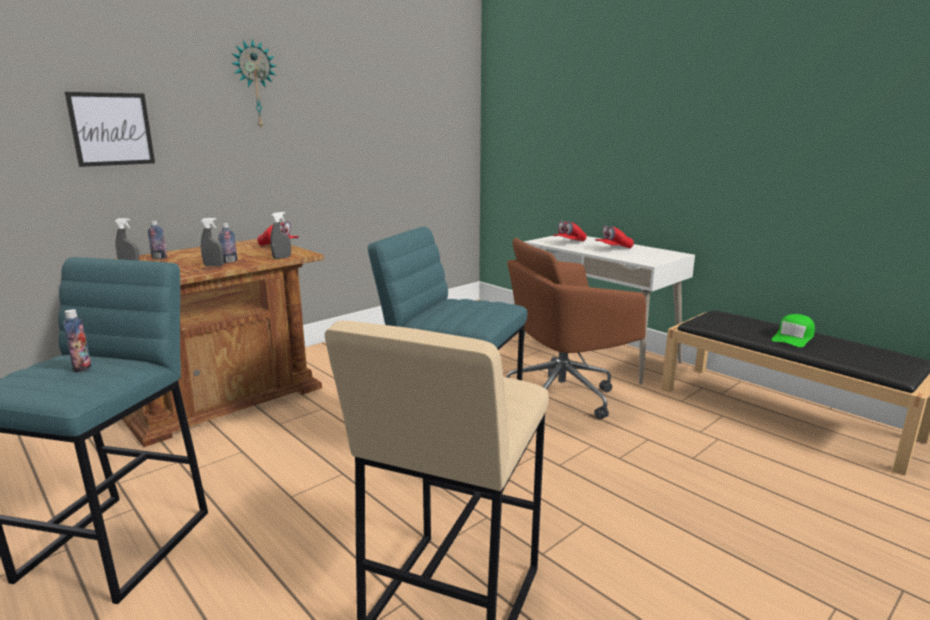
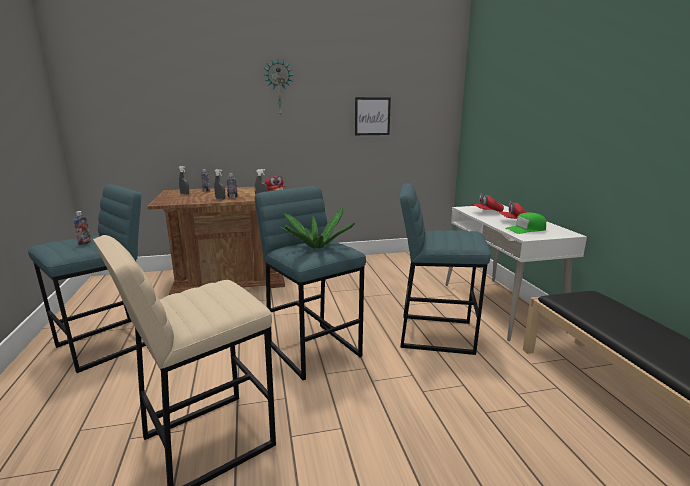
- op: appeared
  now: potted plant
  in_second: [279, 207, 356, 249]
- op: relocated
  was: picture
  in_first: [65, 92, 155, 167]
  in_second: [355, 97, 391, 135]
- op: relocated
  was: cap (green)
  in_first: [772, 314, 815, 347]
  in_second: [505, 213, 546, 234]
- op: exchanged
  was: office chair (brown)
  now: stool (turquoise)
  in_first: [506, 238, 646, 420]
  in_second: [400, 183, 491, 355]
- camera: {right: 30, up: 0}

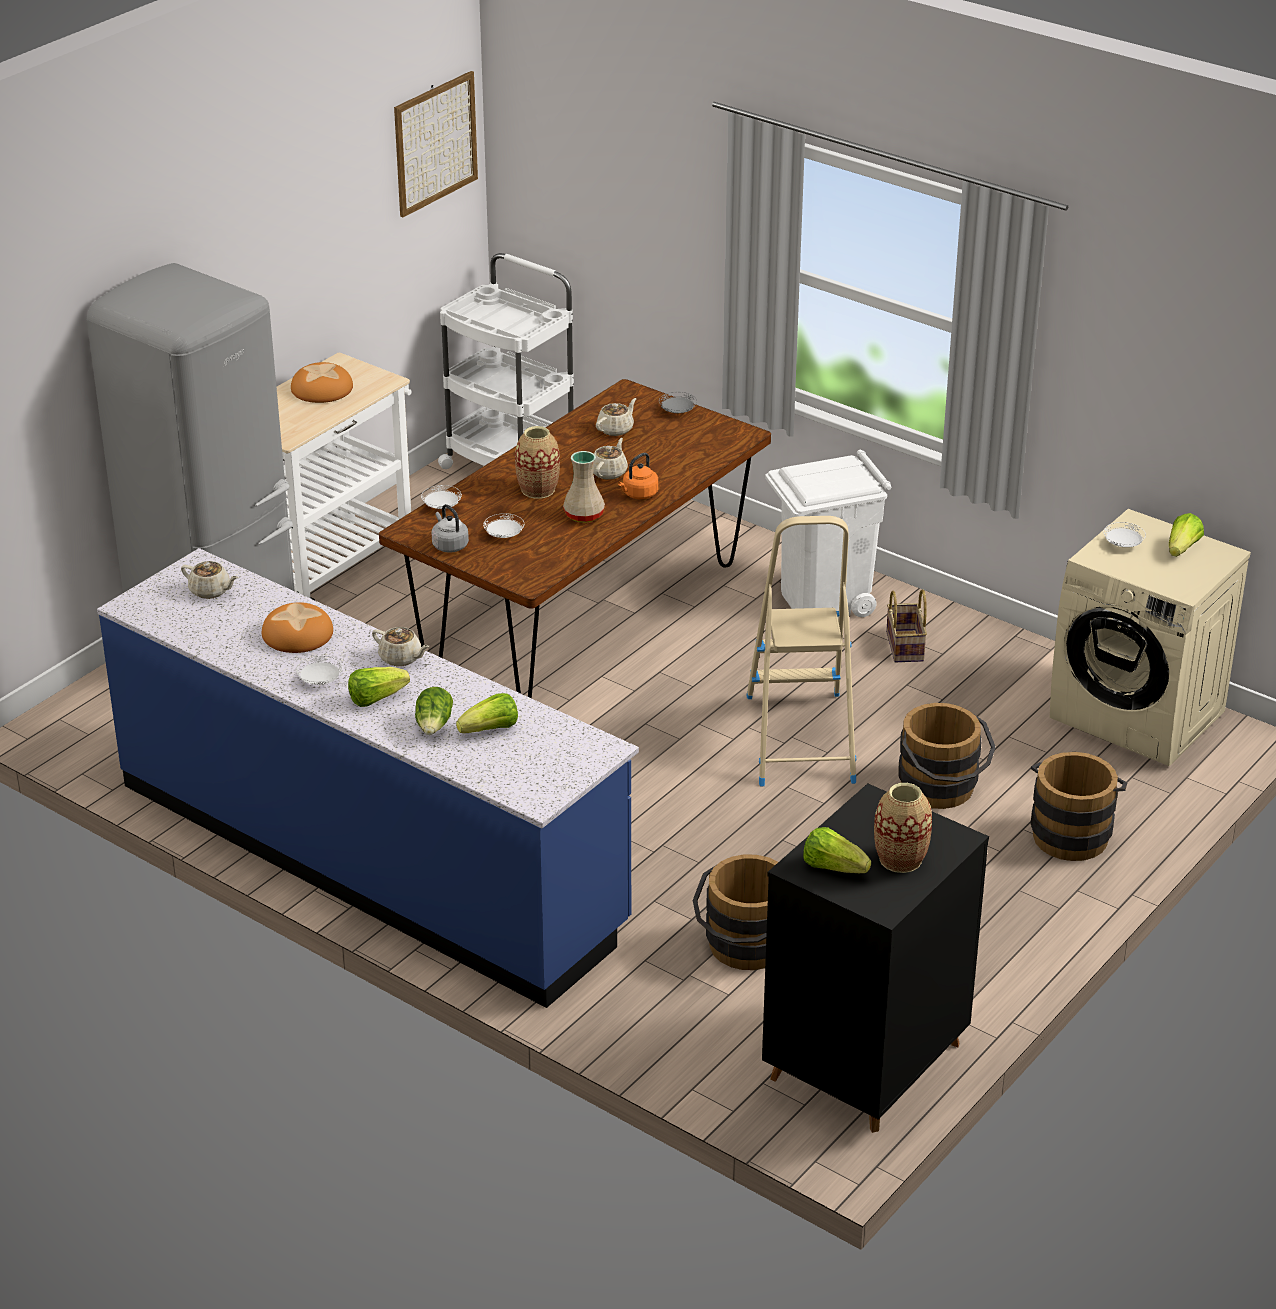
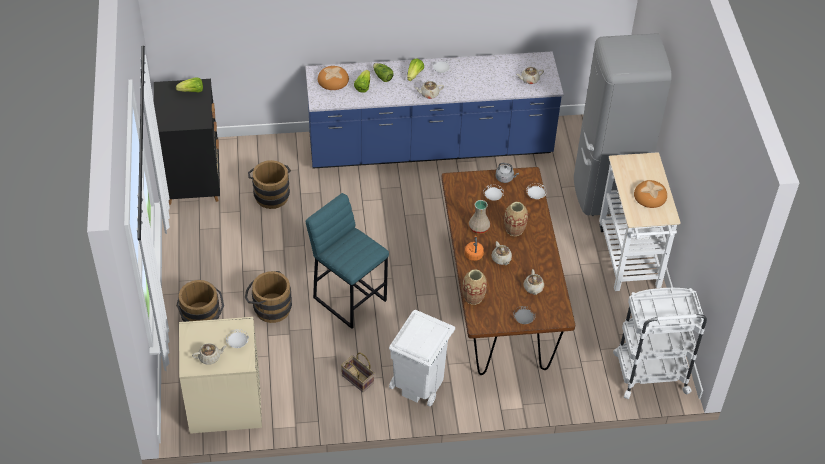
- op: missing
  was: picture
  in_first: [394, 71, 478, 218]
- op: relocated
  was: bread
  in_first: [262, 602, 333, 653]
  in_second: [318, 66, 349, 90]
- op: relocated
  was: vase
  in_first: [874, 783, 932, 873]
  in_second: [462, 269, 487, 305]
- op: exchanged
  was: step ladder (beige)
  now: stool (turquoise)
  in_first: [746, 516, 856, 786]
  in_second: [306, 193, 389, 329]
- op: exchanged
  was: lettuce
  now: teapot (beige)
  in_first: [1169, 513, 1204, 557]
  in_second: [192, 343, 227, 365]
- camera: {right: 135, up: 15}

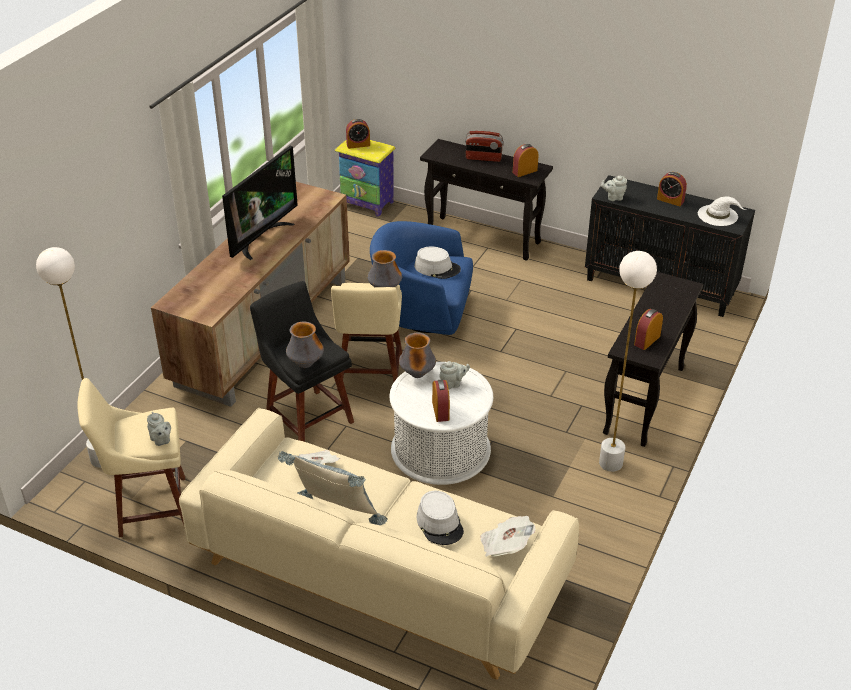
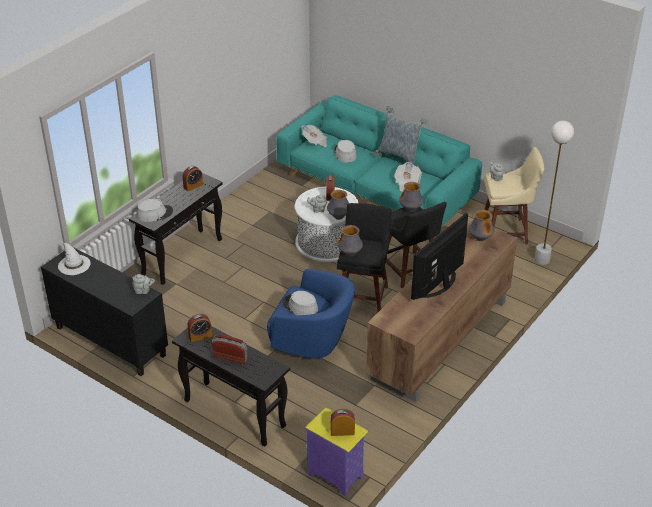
- op: missing
  was: floor lamp (white)
  in_first: [599, 251, 657, 472]
- op: missing
  was: alarm clock
  in_first: [657, 172, 687, 206]
- op: appeared
  now: hat (grey)
  in_second: [137, 199, 173, 222]
- op: appeared
  now: vase
  in_second: [469, 210, 495, 241]
- op: colour
  was: sofa (beige)
  now: sofa (turquoise)
  in_first: [179, 408, 579, 680]
  in_second: [276, 95, 482, 228]
- op: colour
  was: stool (beige)
  now: stool (black)
  in_first: [331, 283, 403, 391]
  in_second: [337, 203, 392, 312]
- camera: {right: -170, up: 0}

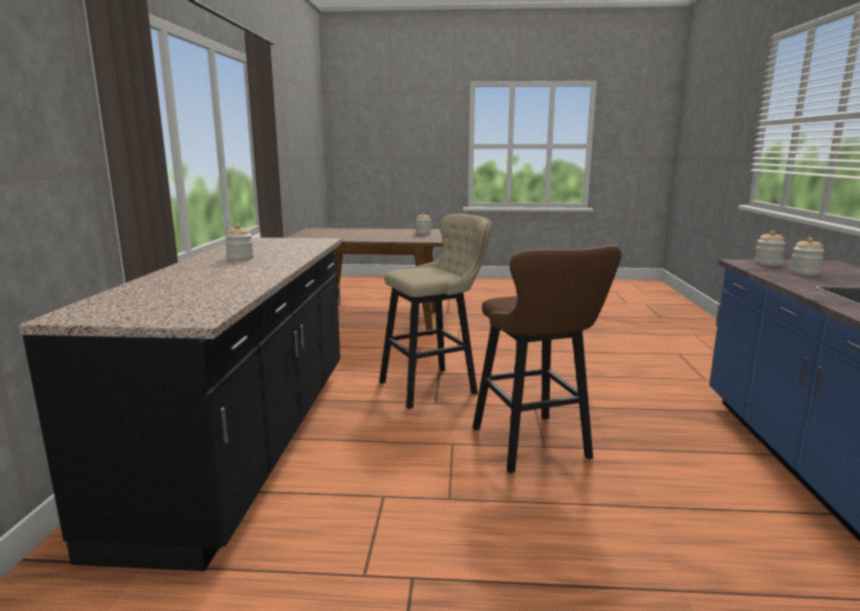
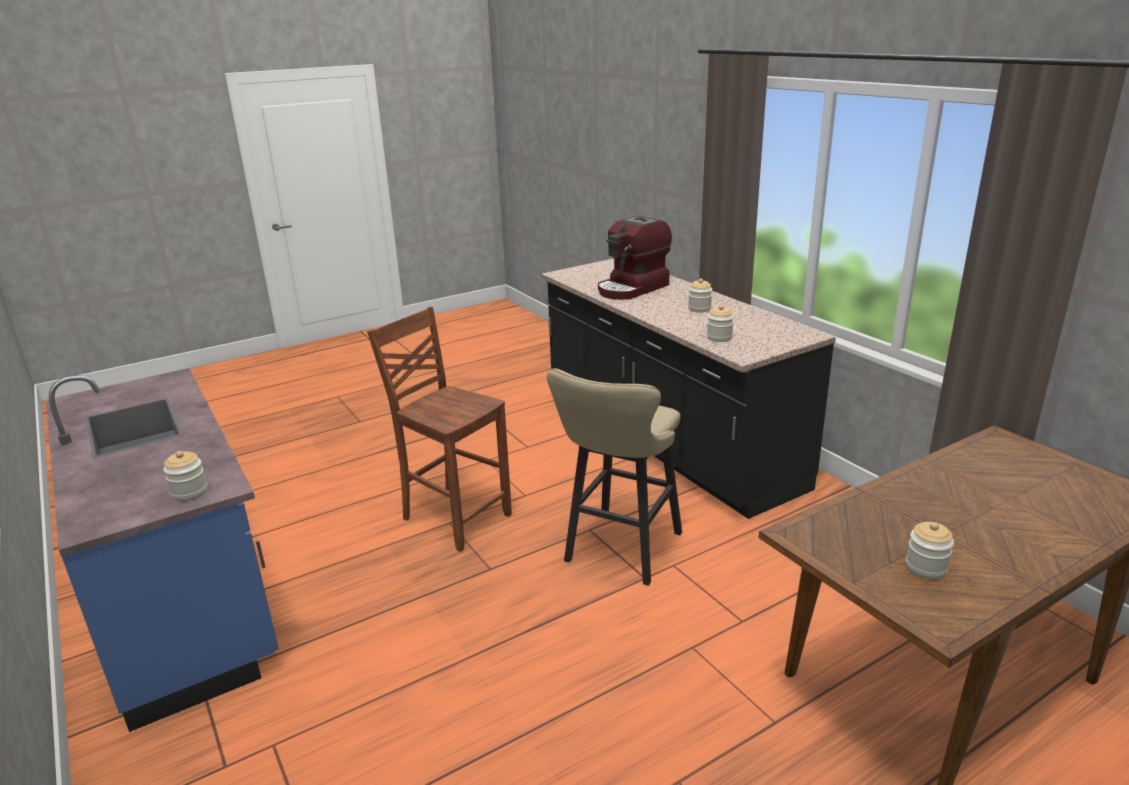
- op: appeared
  now: coffee machine
  in_second: [598, 216, 672, 300]
- op: relocated
  was: jar
  in_first: [790, 237, 824, 275]
  in_second: [707, 305, 734, 342]
- op: exchanged
  was: stool (brown)
  now: chair (brown)
  in_first: [472, 245, 621, 473]
  in_second: [367, 307, 512, 552]
- camera: {right: 145, up: 10}

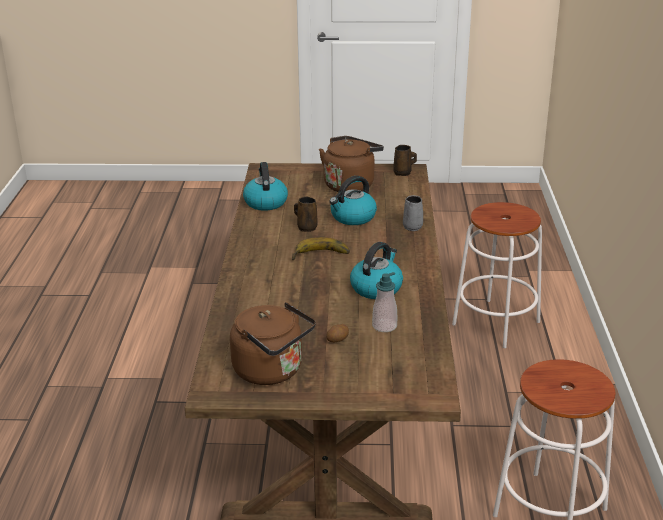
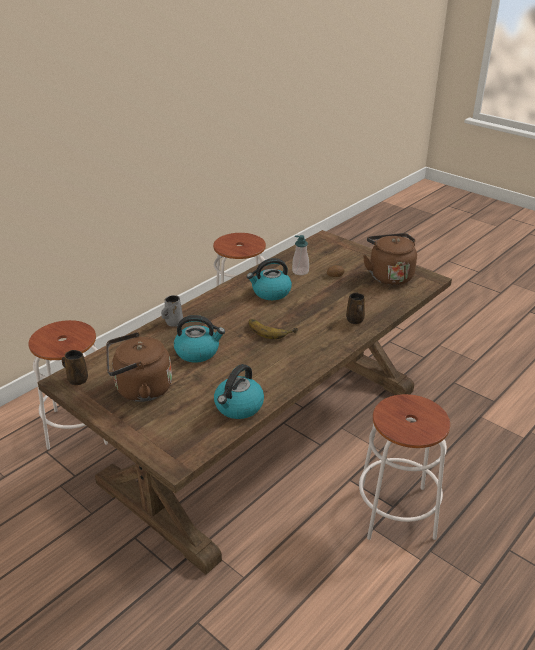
- op: appeared
  now: stool (white)
  in_second: [359, 394, 450, 540]
- op: relocated
  was: mug (brown)
  in_first: [294, 196, 318, 232]
  in_second: [346, 293, 365, 324]
- camera: {right: -140, up: 5}

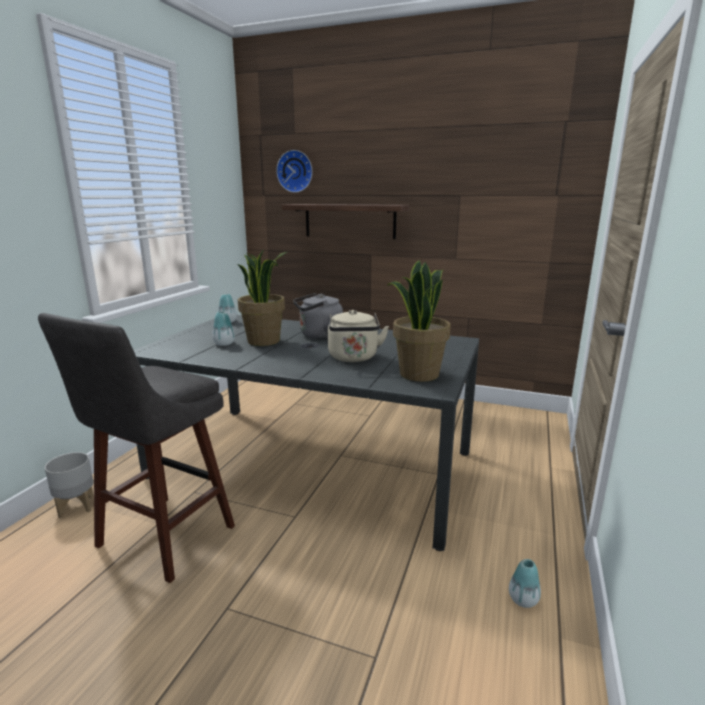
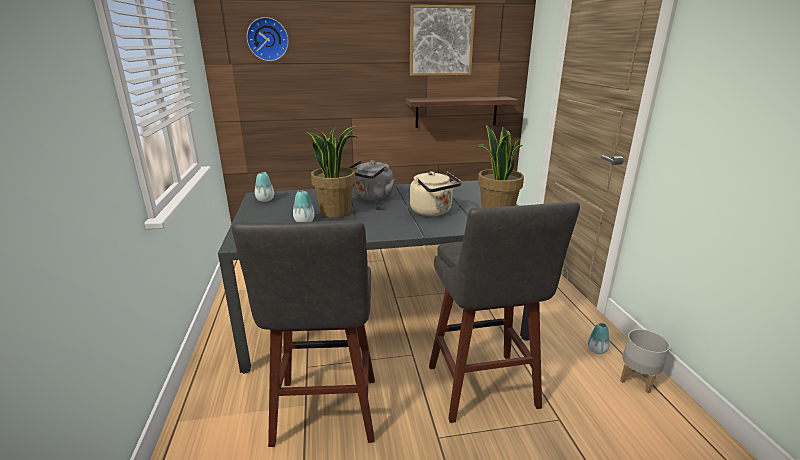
- op: appeared
  now: picture
  in_second: [410, 5, 475, 76]
- op: appeared
  now: stool (grey)
  in_second: [429, 201, 580, 423]
- op: relocated
  was: planter (grey)
  in_first: [45, 452, 94, 518]
  in_second: [620, 329, 670, 393]
- op: relocated
  was: shelf
  in_first: [282, 204, 409, 239]
  in_second: [405, 96, 518, 128]
- camera: {right: -30, up: 5}

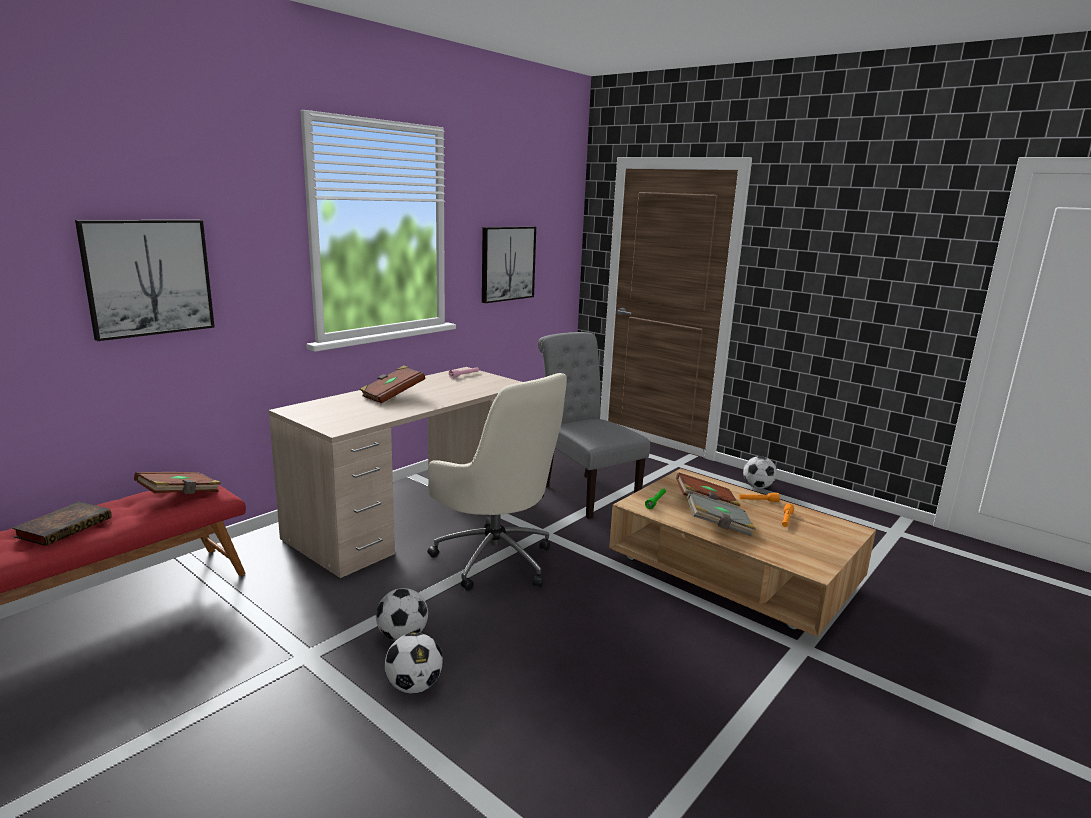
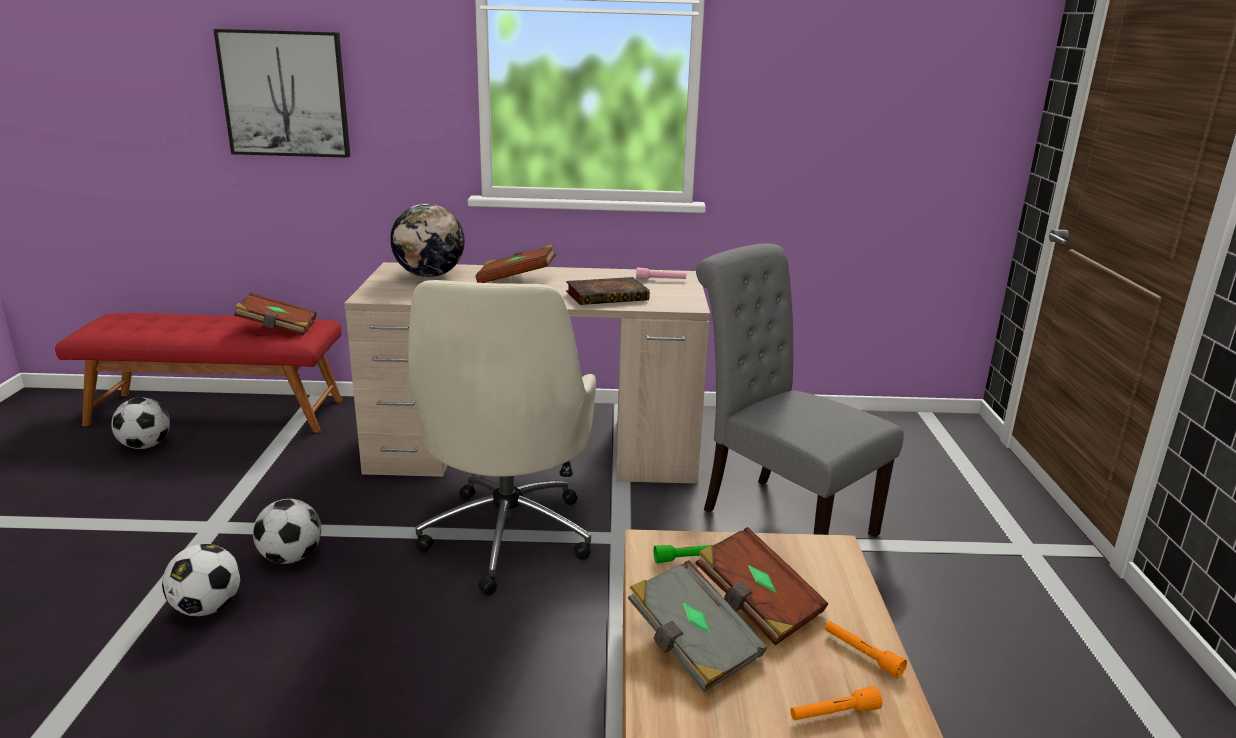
- op: missing
  was: picture
  in_first: [482, 227, 536, 303]
- op: appeared
  now: globe
  in_second: [390, 204, 465, 277]
- op: relocated
  was: book
  in_first: [12, 502, 112, 546]
  in_second: [566, 277, 650, 305]
- op: relocated
  was: football
  in_first: [743, 456, 777, 489]
  in_second: [111, 397, 170, 449]
- op: spun
  was: chair (grey)
  in_first: [538, 332, 650, 519]
  in_second: [696, 244, 904, 537]
  clockwise: -60
- camera: {right: 50, up: 5}

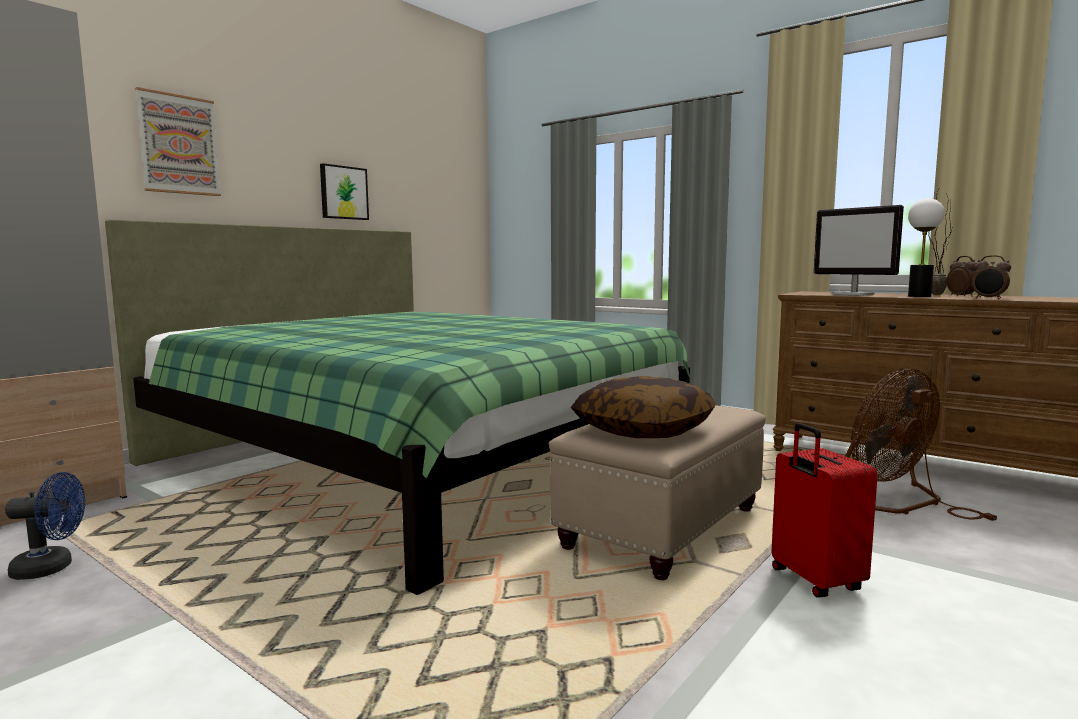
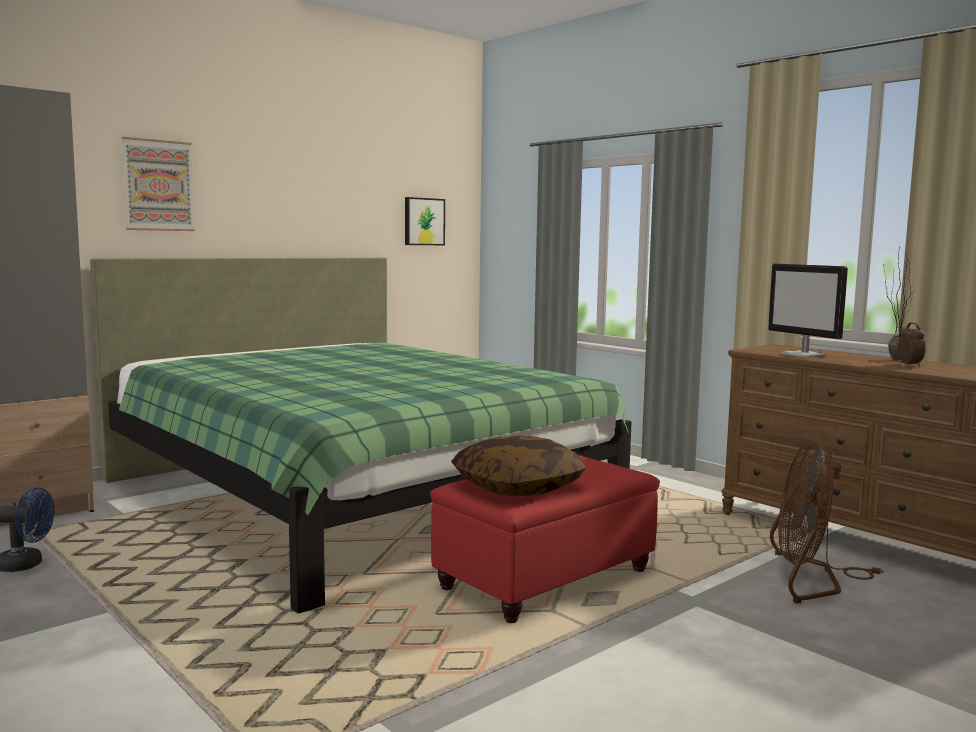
- op: missing
  was: suitcase (red)
  in_first: [771, 423, 878, 598]
- op: missing
  was: table lamp
  in_first: [908, 198, 944, 297]
- op: missing
  was: alarm clock
  in_first: [972, 255, 1011, 299]
- op: relocated
  was: picture
  in_first: [320, 163, 369, 220]
  in_second: [405, 197, 445, 245]
- op: colour
  was: ottoman (beige)
  now: ottoman (red)
  in_first: [549, 405, 766, 580]
  in_second: [430, 455, 660, 623]
- op: spun
  was: fan (brown)
  in_first: [845, 369, 998, 521]
  in_second: [770, 442, 884, 604]
  clockwise: -60
- camera: {right: 10, up: 0}

